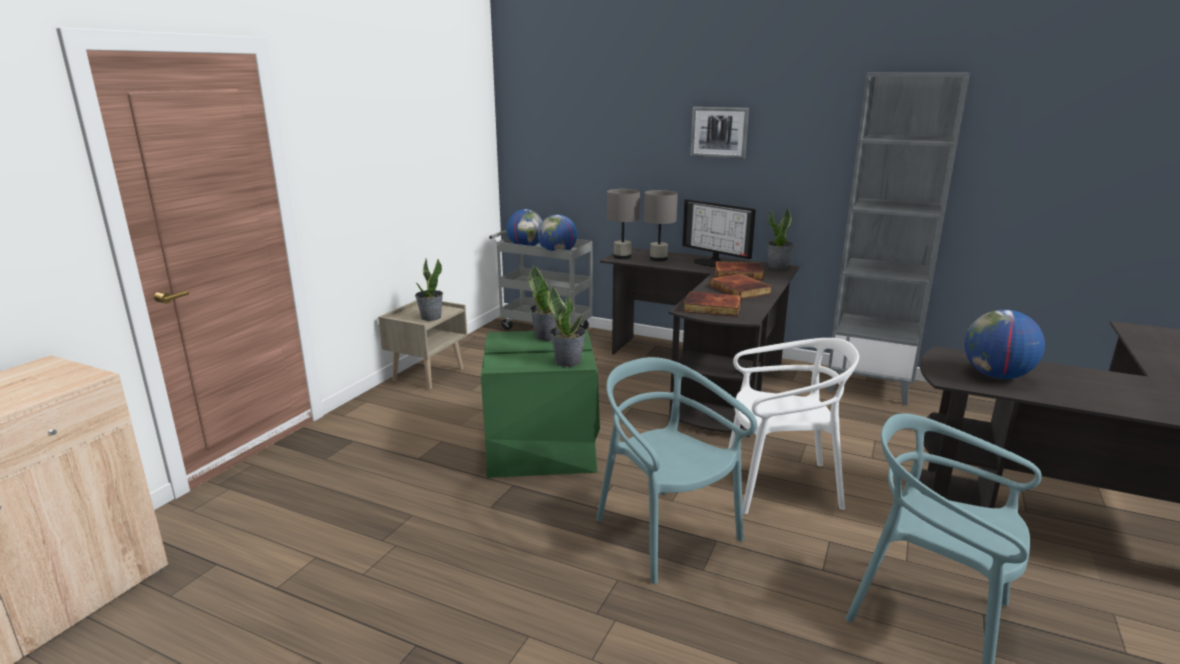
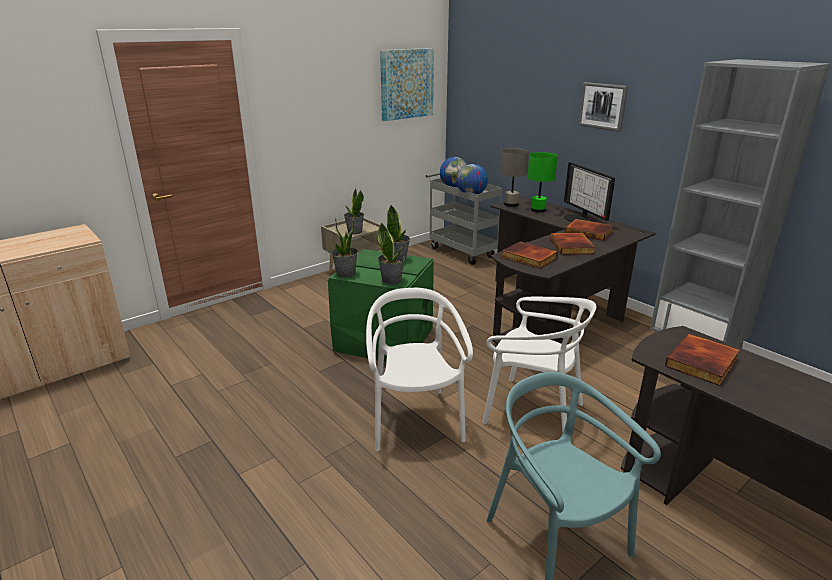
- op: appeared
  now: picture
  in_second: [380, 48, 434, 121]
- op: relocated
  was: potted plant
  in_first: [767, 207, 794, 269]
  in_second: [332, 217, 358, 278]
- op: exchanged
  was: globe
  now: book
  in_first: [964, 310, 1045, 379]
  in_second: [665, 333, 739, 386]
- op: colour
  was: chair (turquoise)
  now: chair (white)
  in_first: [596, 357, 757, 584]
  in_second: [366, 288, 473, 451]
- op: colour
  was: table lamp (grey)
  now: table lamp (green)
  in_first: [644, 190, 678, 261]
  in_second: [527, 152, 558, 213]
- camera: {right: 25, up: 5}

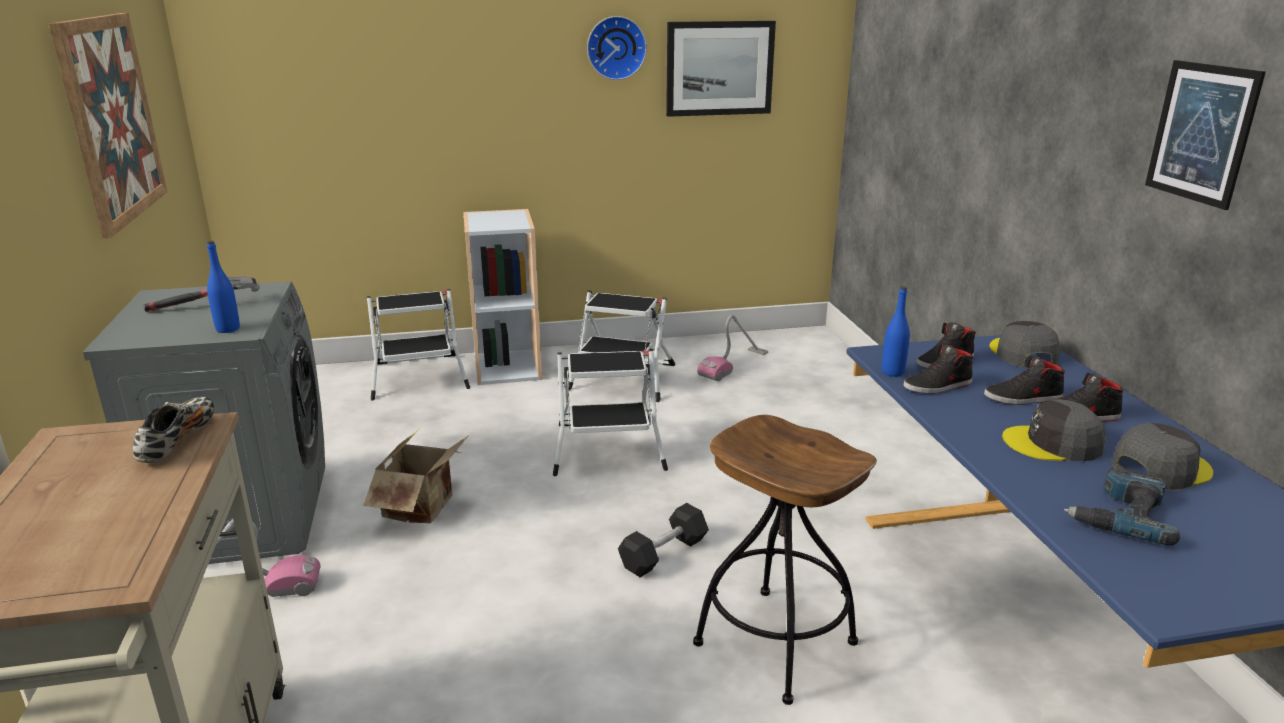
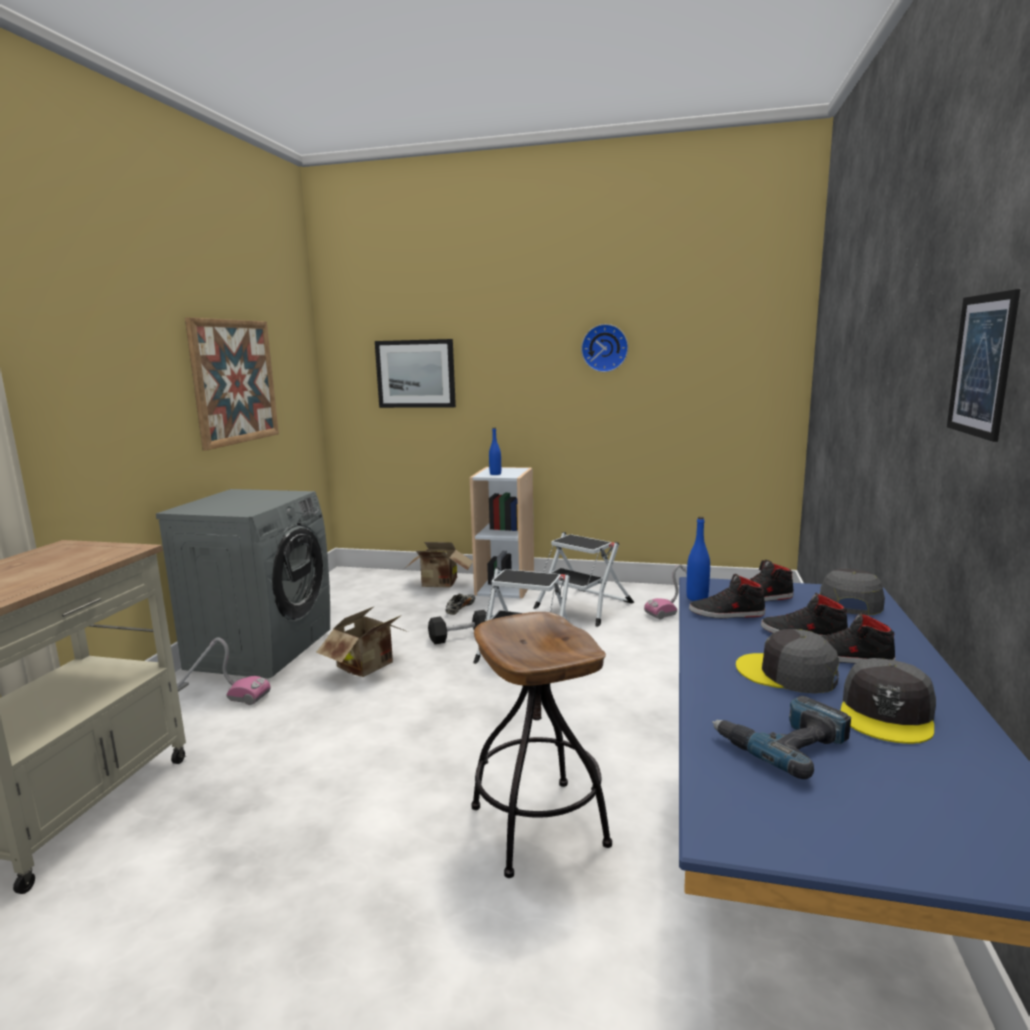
- op: missing
  was: hammer
  in_first: [143, 277, 260, 312]
- op: relocated
  was: shoe
  in_first: [133, 397, 215, 463]
  in_second: [446, 593, 475, 615]
- op: relocated
  was: bottle (blue)
  in_first: [207, 241, 240, 333]
  in_second: [489, 428, 501, 475]
- op: relocated
  was: dumbbell (black)
  in_first: [618, 503, 709, 577]
  in_second: [428, 610, 487, 644]
- op: relocated
  was: picture
  in_first: [666, 21, 776, 117]
  in_second: [375, 339, 456, 408]
- op: exchanged
  was: step ladder
  now: cardboard box
  in_first: [367, 289, 470, 401]
  in_second: [405, 542, 473, 588]
- op: spun
  was: cap (grey)
  in_first: [1112, 423, 1213, 490]
  in_second: [840, 658, 936, 744]
  clockwise: 120
- camera: {right: 25, up: -10}

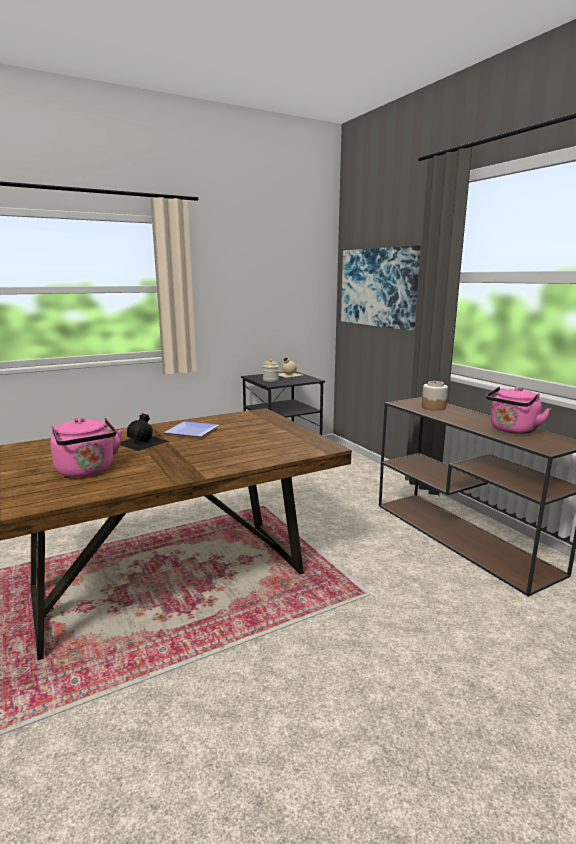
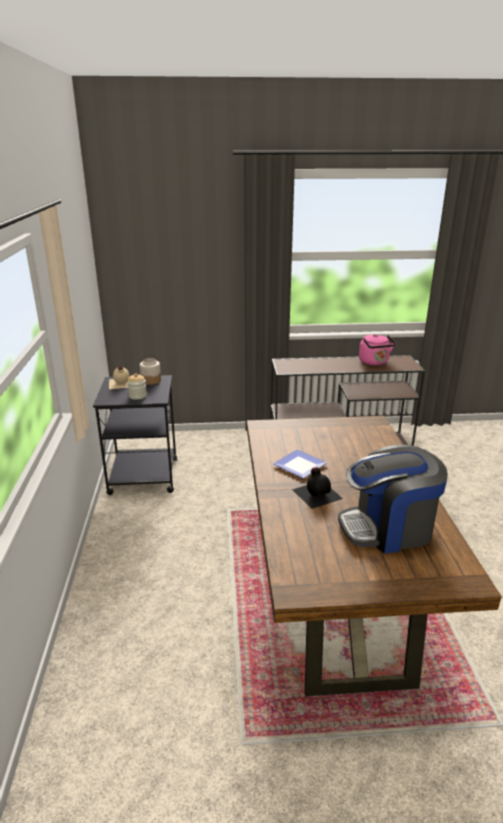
- op: missing
  was: picture
  in_first: [341, 245, 421, 331]
- op: relocated
  was: jar
  in_first: [422, 381, 448, 411]
  in_second: [140, 358, 161, 385]
- op: exchanged
  was: kettle (pink)
  now: coffee machine
  in_first: [50, 418, 123, 477]
  in_second: [338, 444, 448, 554]
- camera: {right: -65, up: 10}

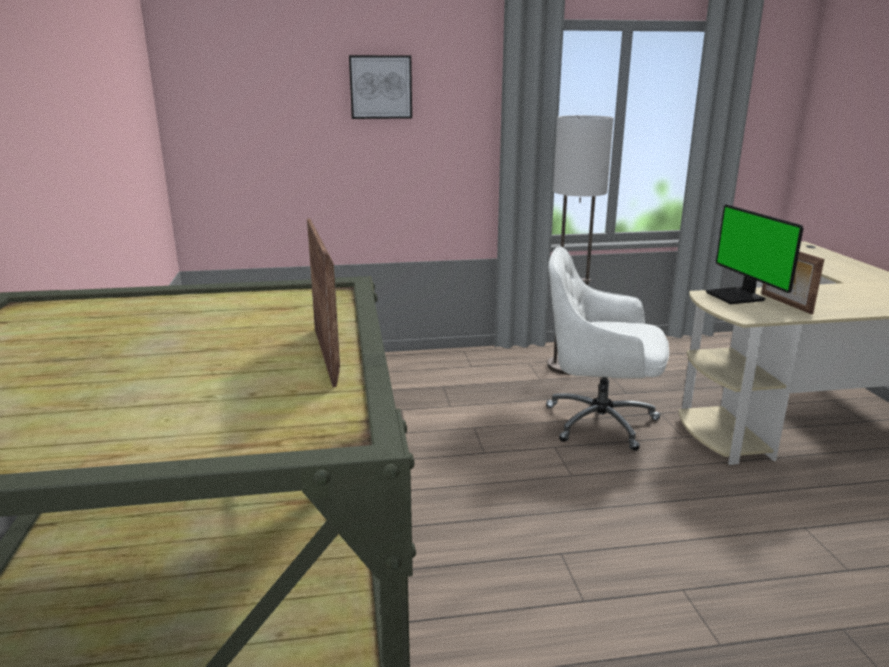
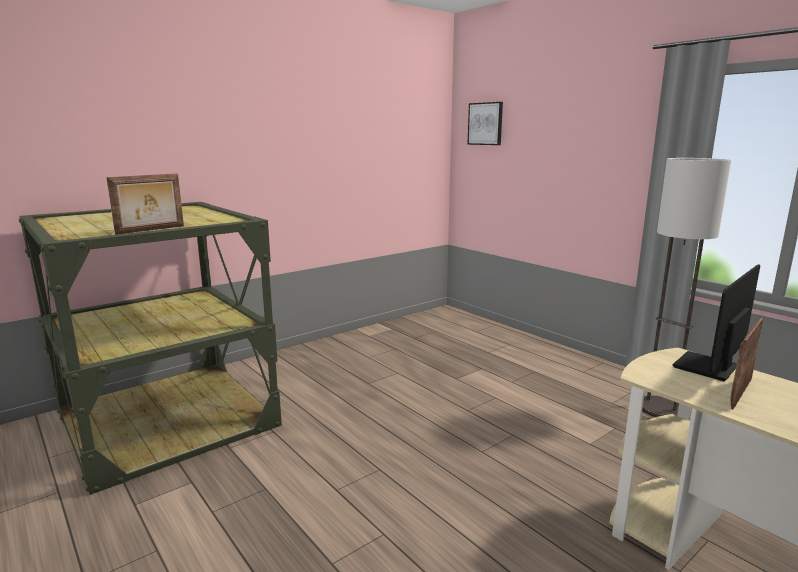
- op: missing
  was: office chair (white)
  in_first: [546, 246, 669, 451]
- op: relocated
  was: picture
  in_first: [349, 55, 412, 119]
  in_second: [467, 102, 503, 145]
- camera: {right: 60, up: -5}

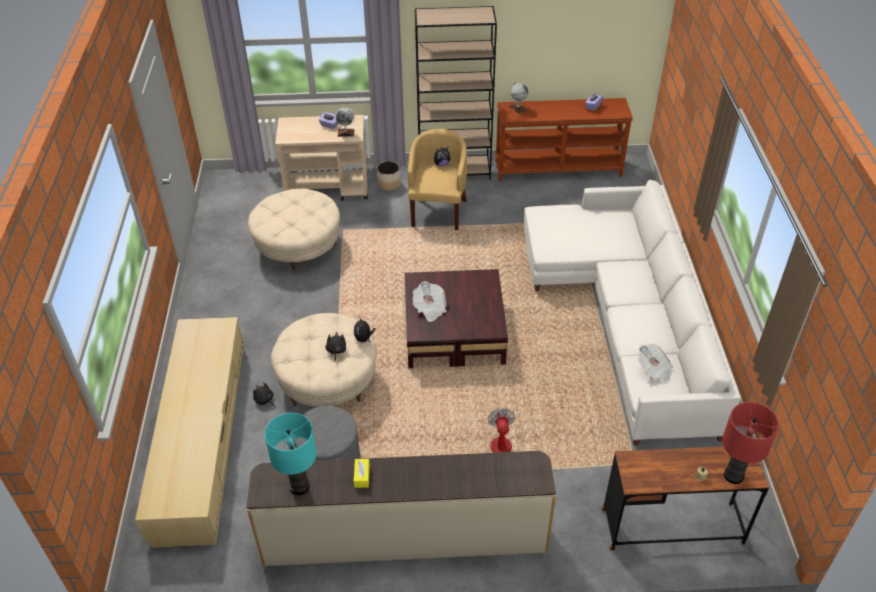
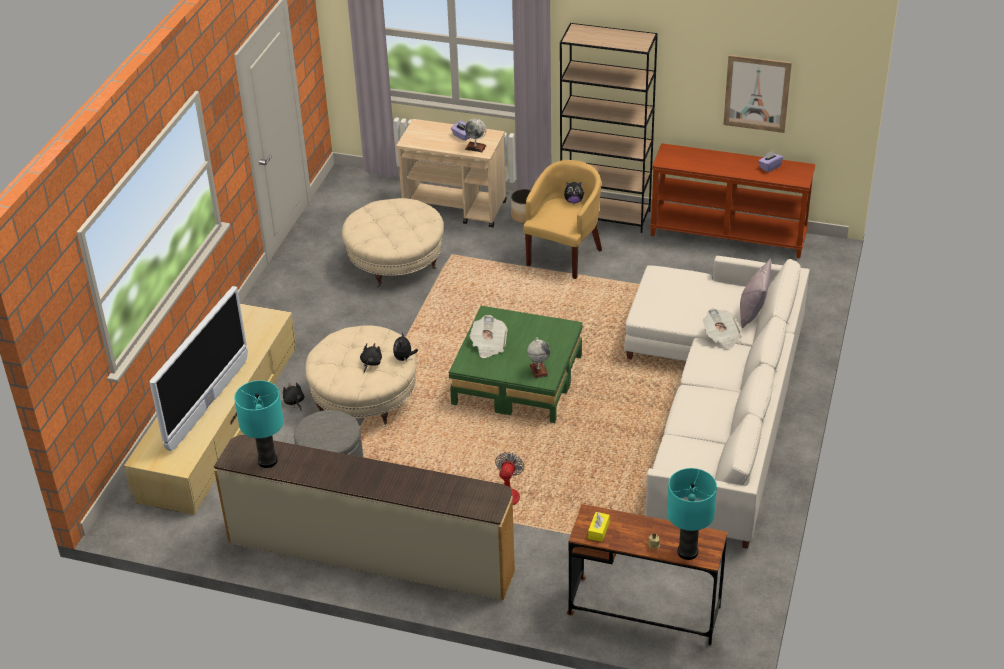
- op: appeared
  now: television
  in_second: [149, 286, 248, 451]
- op: appeared
  now: picture
  in_second: [723, 55, 792, 133]
- op: appeared
  now: pillow (purple)
  in_second: [740, 259, 771, 328]
- op: relocated
  was: tissue box (yellow)
  in_first: [354, 459, 370, 488]
  in_second: [588, 512, 610, 542]
- op: relocated
  was: globe
  in_first: [510, 82, 528, 114]
  in_second: [527, 338, 550, 378]
- op: relocated
  was: newspaper
  in_first: [638, 344, 673, 383]
  in_second: [703, 308, 742, 350]
- op: colour
  was: coffee table (brown)
  now: coffee table (green)
  in_first: [405, 269, 508, 368]
  in_second: [449, 306, 583, 423]
- op: colour
  was: table lamp (red)
  now: table lamp (turquoise)
  in_first: [722, 402, 779, 484]
  in_second: [667, 468, 717, 560]
- camera: {right: 20, up: -5}

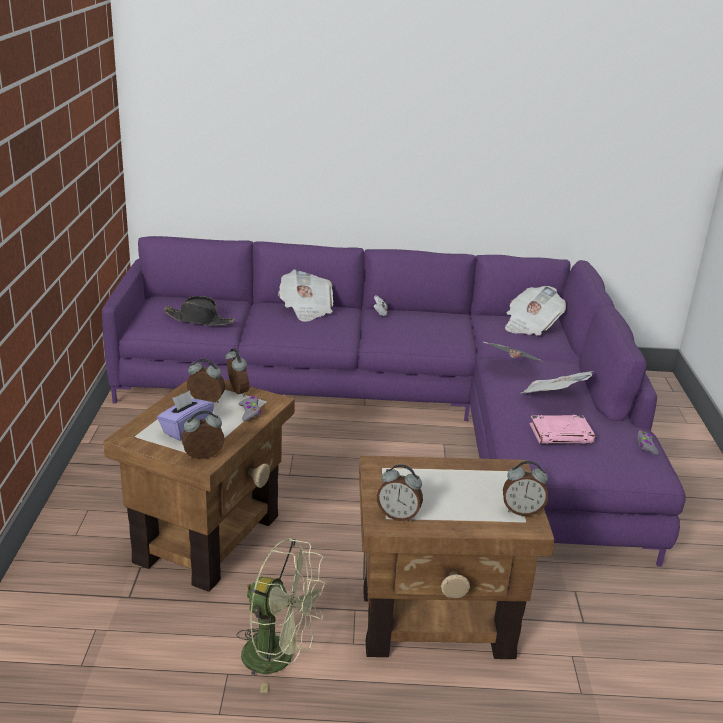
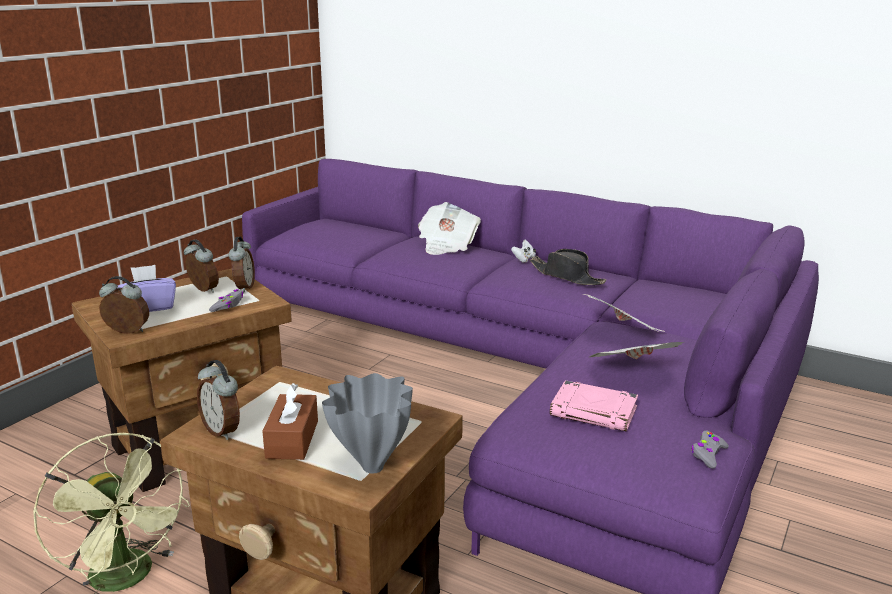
- op: missing
  was: newspaper
  in_first: [505, 286, 566, 335]
- op: appeared
  now: tissue box (brown)
  in_second: [262, 383, 318, 460]
- op: relocated
  was: hat (black)
  in_first: [163, 296, 235, 326]
  in_second: [530, 249, 606, 285]
- op: exchanged
  was: alarm clock
  now: vase (grey)
  in_first: [503, 461, 548, 516]
  in_second: [322, 373, 413, 474]
- camera: {right: 30, up: -5}

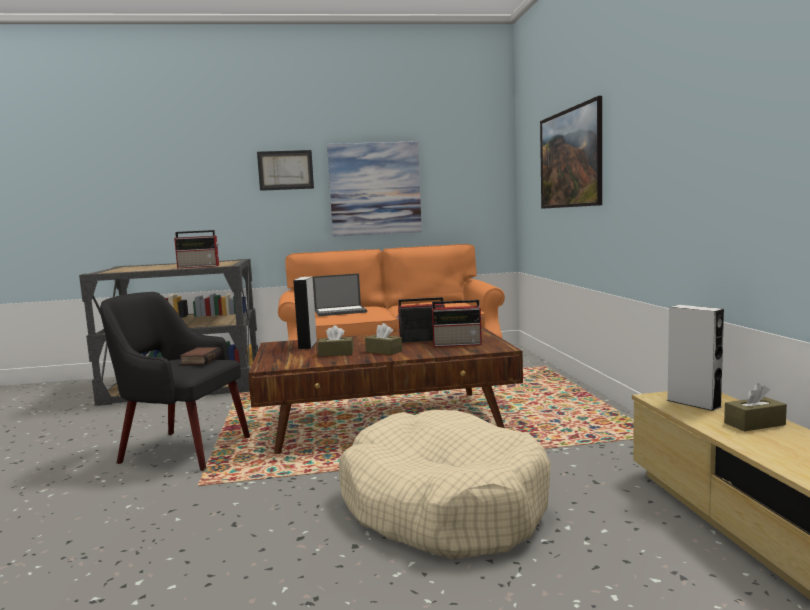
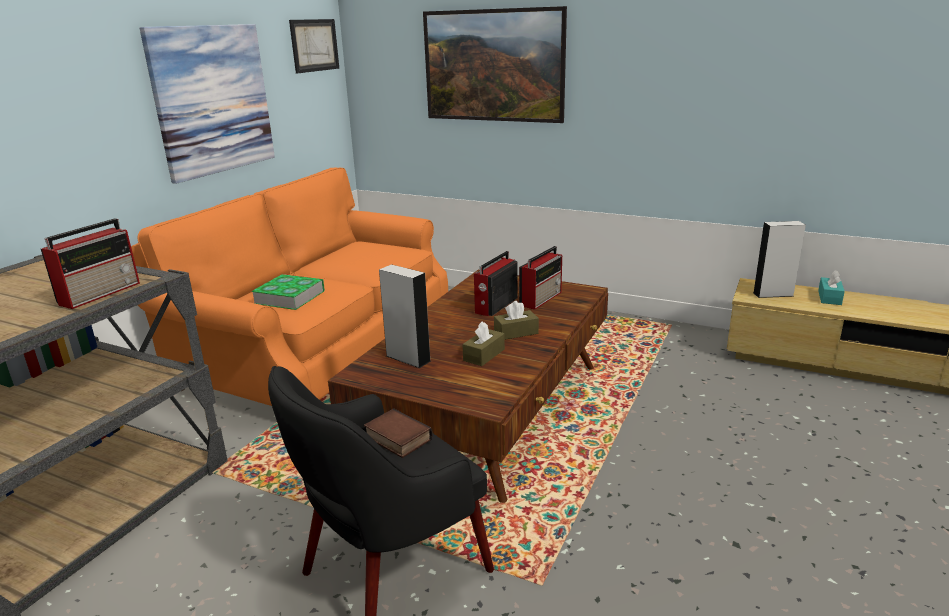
- op: missing
  was: dog bed (beige)
  in_first: [339, 410, 550, 560]
- op: relocated
  was: picture
  in_first: [257, 150, 314, 191]
  in_second: [289, 19, 339, 73]
- op: exchanged
  was: laptop
  now: book
  in_first: [313, 273, 367, 316]
  in_second: [251, 274, 325, 310]
- op: colour
  was: tissue box (brown)
  now: tissue box (turquoise)
  in_first: [724, 383, 787, 431]
  in_second: [818, 271, 845, 305]
- camera: {right: -55, up: 15}

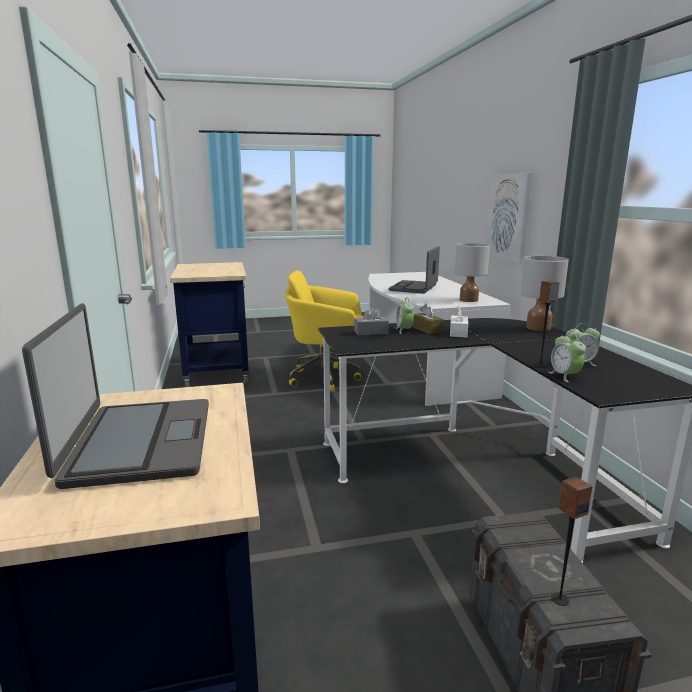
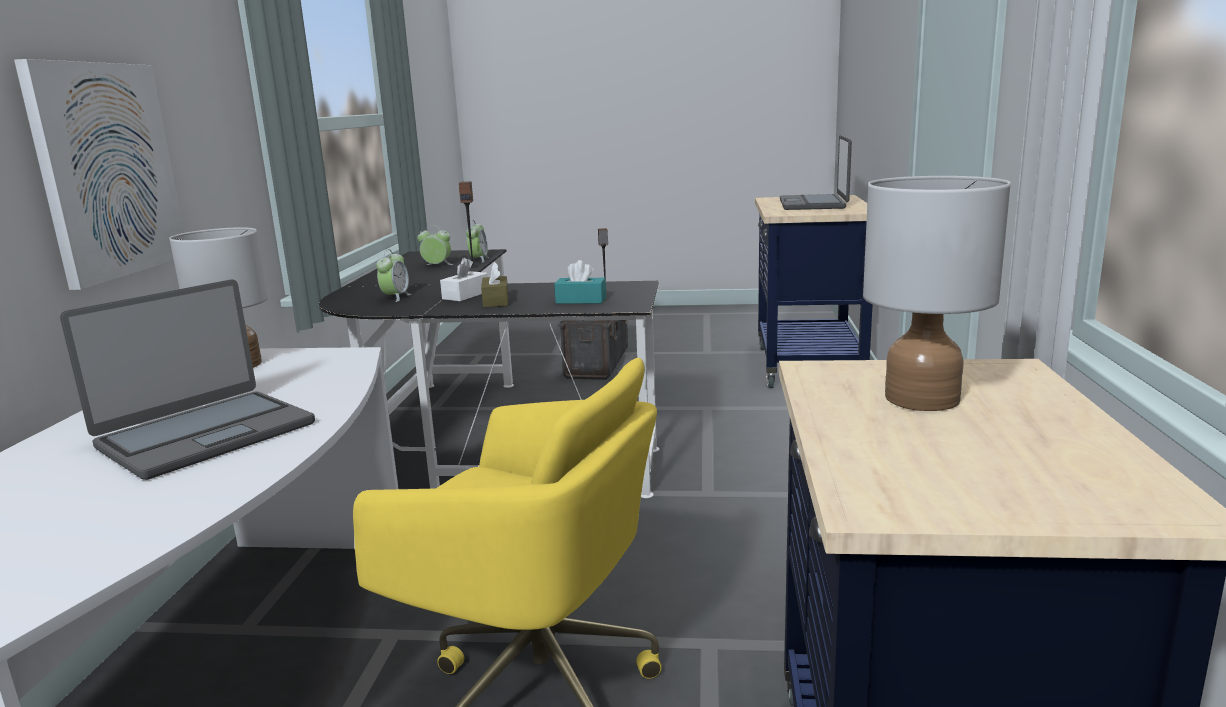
- op: relocated
  was: alarm clock
  in_first: [396, 297, 414, 334]
  in_second: [376, 249, 411, 302]
- op: relocated
  was: table lamp (grey)
  in_first: [521, 256, 569, 331]
  in_second: [863, 176, 1011, 411]
- op: colour
  was: tissue box (grey)
  now: tissue box (turquoise)
  in_first: [354, 307, 389, 336]
  in_second: [554, 260, 606, 304]
- camera: {right: -160, up: 0}

